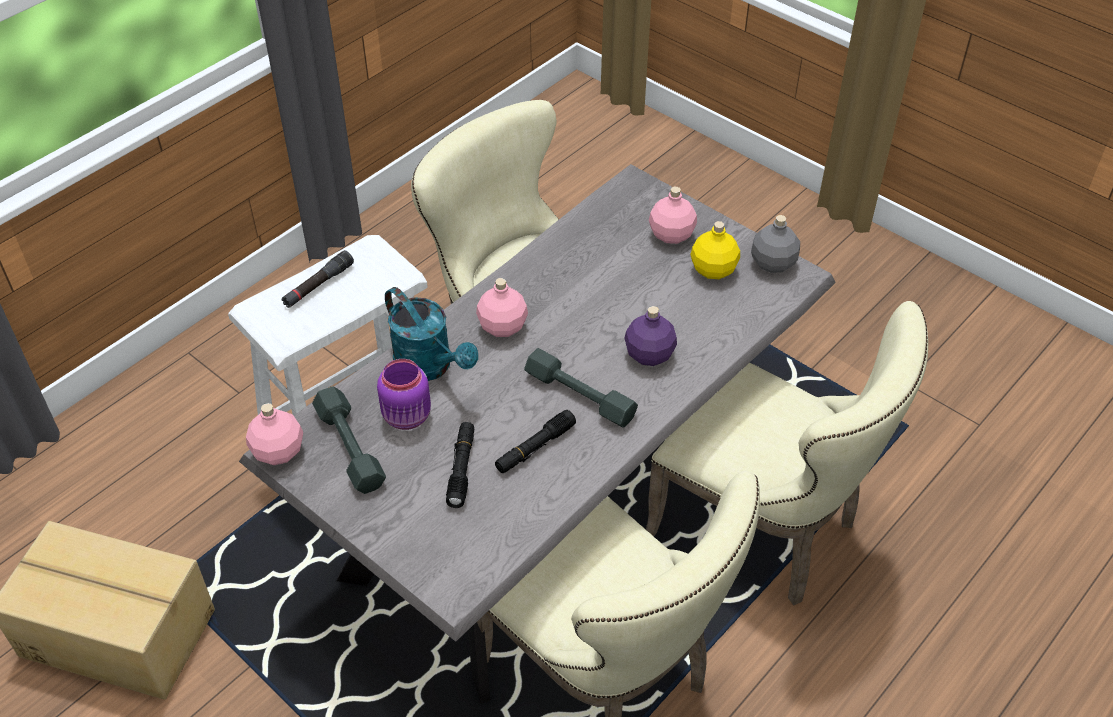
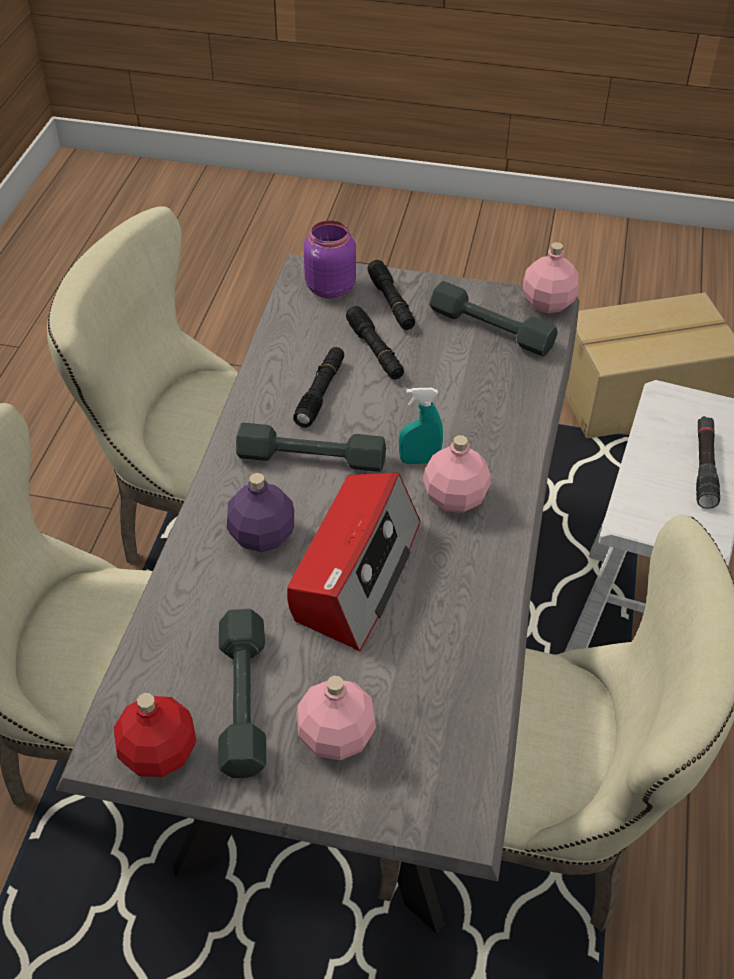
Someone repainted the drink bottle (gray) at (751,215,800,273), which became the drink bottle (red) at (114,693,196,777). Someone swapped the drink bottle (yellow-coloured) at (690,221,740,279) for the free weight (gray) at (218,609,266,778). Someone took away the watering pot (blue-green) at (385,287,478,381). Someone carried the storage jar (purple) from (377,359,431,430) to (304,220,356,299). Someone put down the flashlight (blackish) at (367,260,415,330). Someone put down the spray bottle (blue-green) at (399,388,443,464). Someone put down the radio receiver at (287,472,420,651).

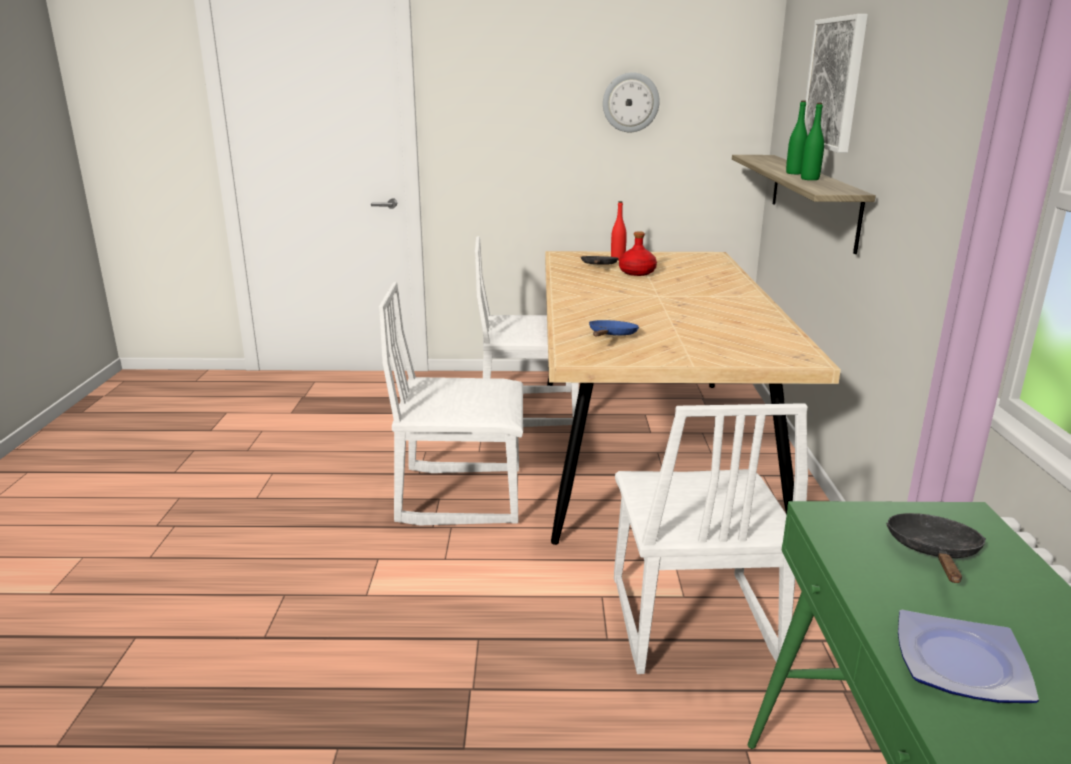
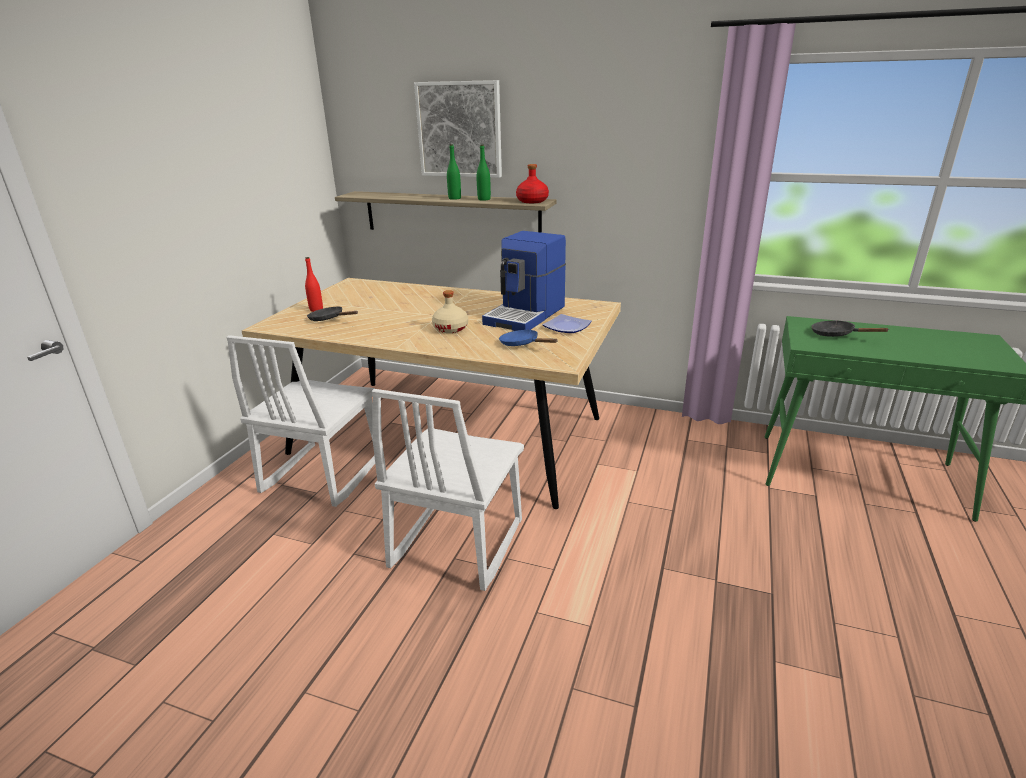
Someone took away the clock on the wall at (603,72,660,132). Someone carried the drink bottle (red) from (619,231,657,276) to (516,164,549,203). Someone took away the chair (white) at (614,403,808,674). Someone carried the flat dish from (898,609,1039,703) to (543,314,592,333). Someone put down the coffee maker at (482,231,566,331). Someone put down the drink bottle (sand-coloured) at (432,290,468,333).

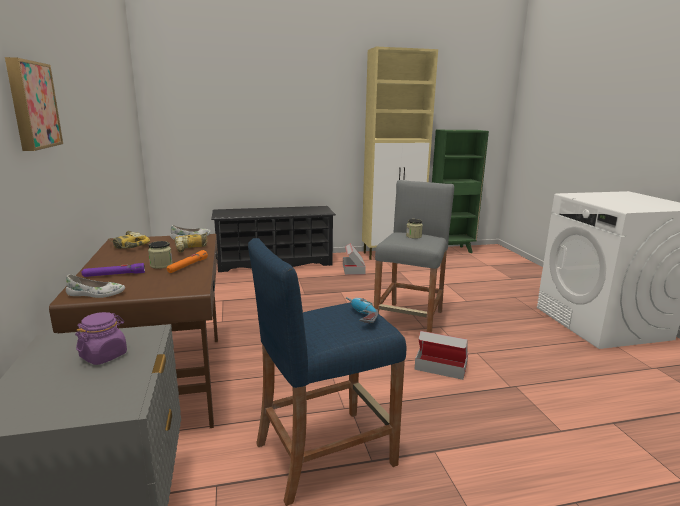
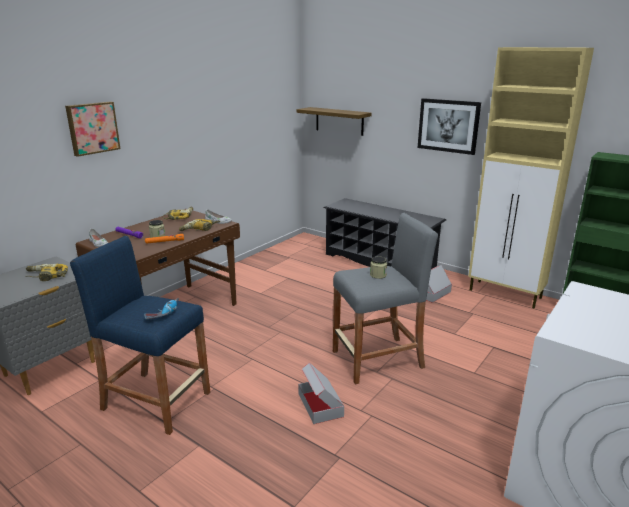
Someone swapped the storage jar (purple) at (75,312,127,365) for the electric drill at (25,263,68,281). Someone put up the wall art at (417,98,481,155). Someone put up the wall shelf at (297,107,372,136).

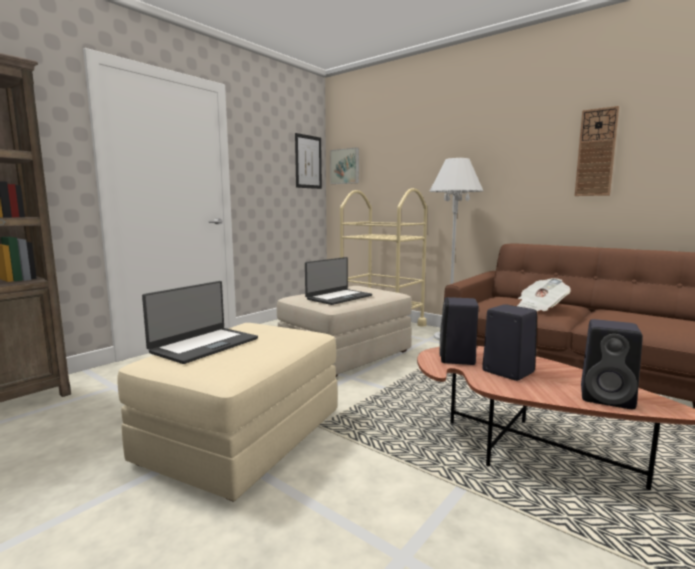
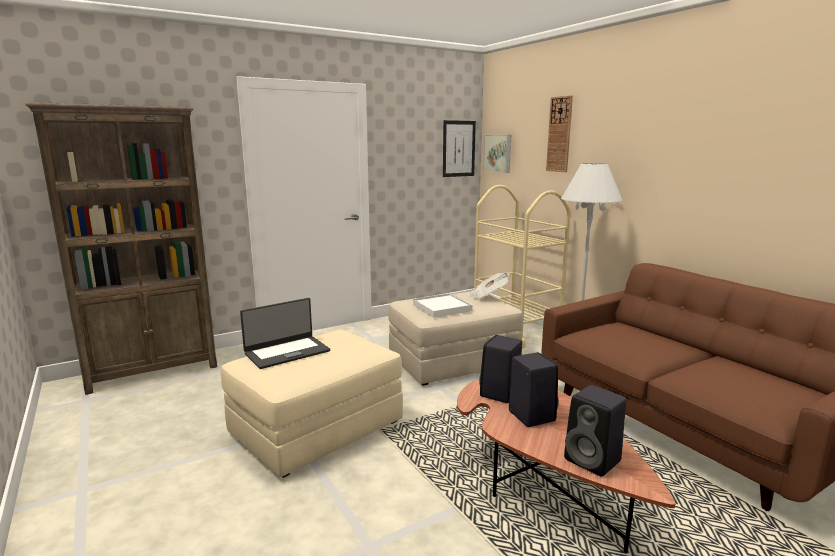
Someone carried the clock on the wall from (575,106,619,196) to (546,95,573,172). Someone swapped the portable computer at (305,257,372,305) for the tray (white) at (413,293,473,318). Someone carried the daily paper from (517,278,571,311) to (467,272,510,299).

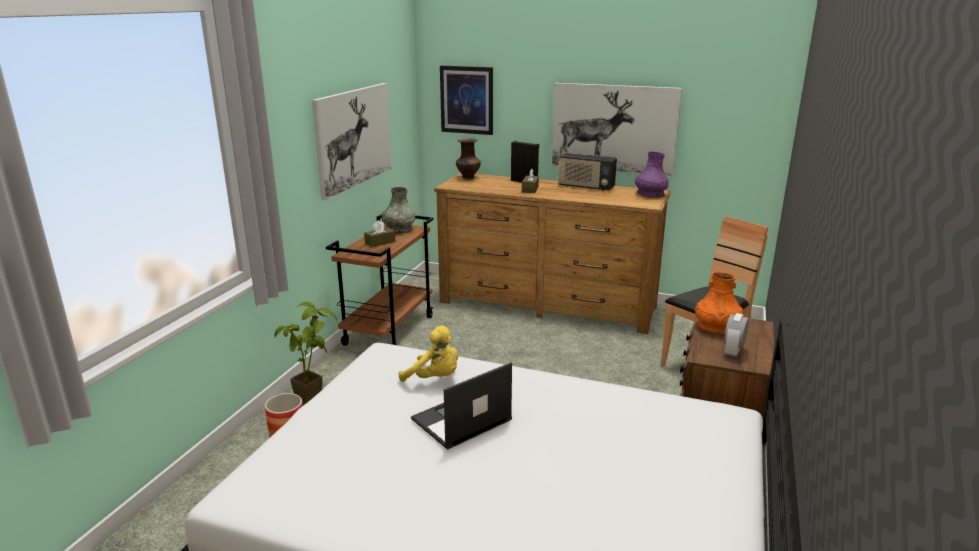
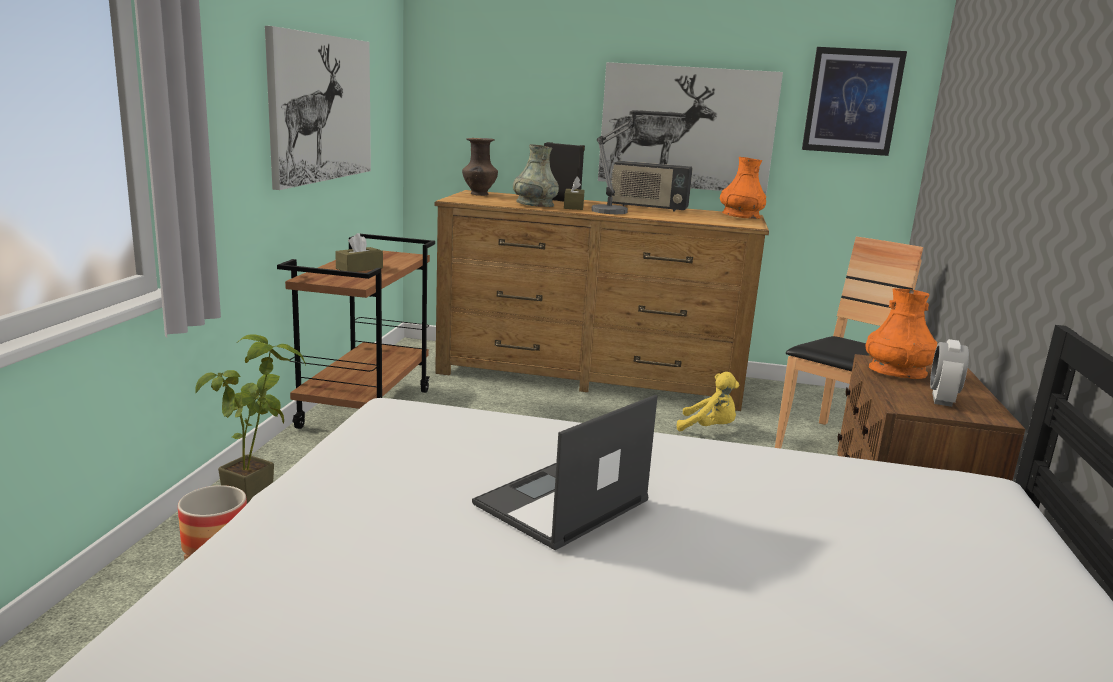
Someone carried the wall art from (440,66,493,135) to (802,47,907,156). Someone repainted the flower vase (purple) at (635,151,669,197), which became the flower vase (orange-coloured) at (720,157,766,219). Someone carried the flower vase (gray) from (381,187,415,233) to (513,144,559,207). Someone carried the plush toy (yellow-coloured) from (399,326,458,382) to (677,372,739,431). Someone put down the table lamp at (591,110,686,214).

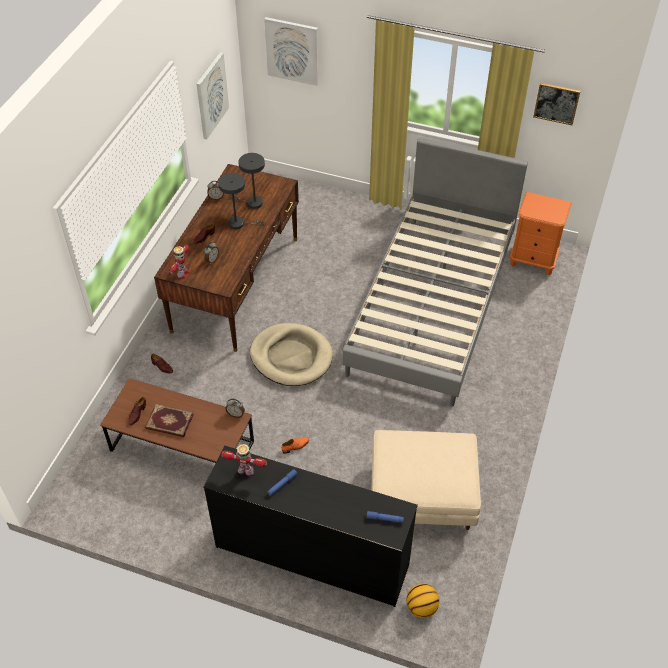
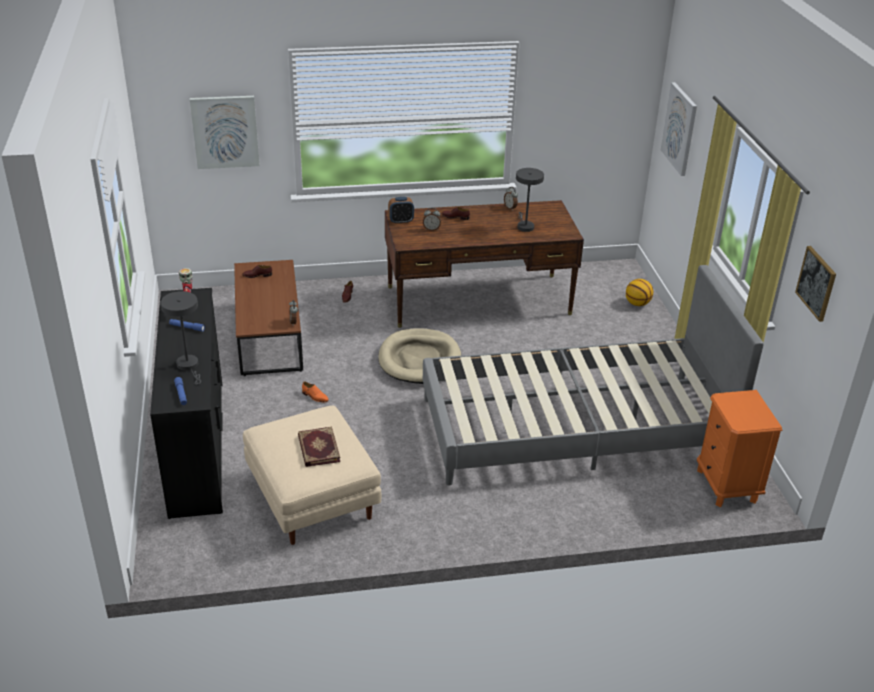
Someone carried the wall art from (196,52,229,139) to (190,96,260,169). Someone carried the table lamp (gray) from (218,173,264,229) to (160,291,201,385). Someone swapped the toy robot at (169,245,190,279) for the table clock at (388,197,414,224). Someone carried the bound book from (145,404,194,437) to (298,426,340,467). Someone carried the basketball from (406,583,439,618) to (626,279,653,306).

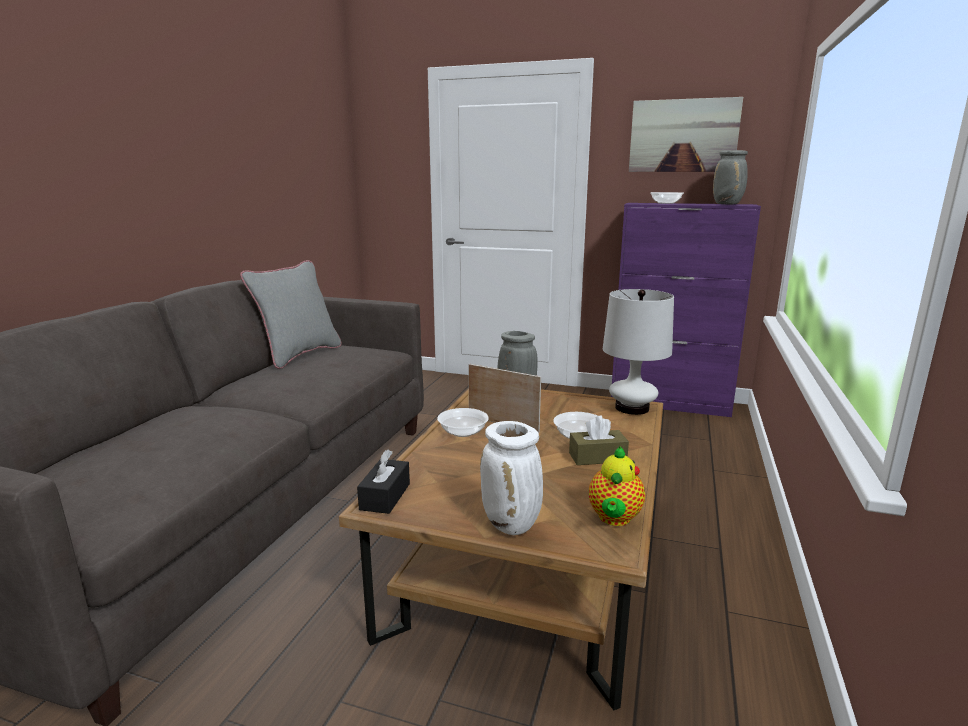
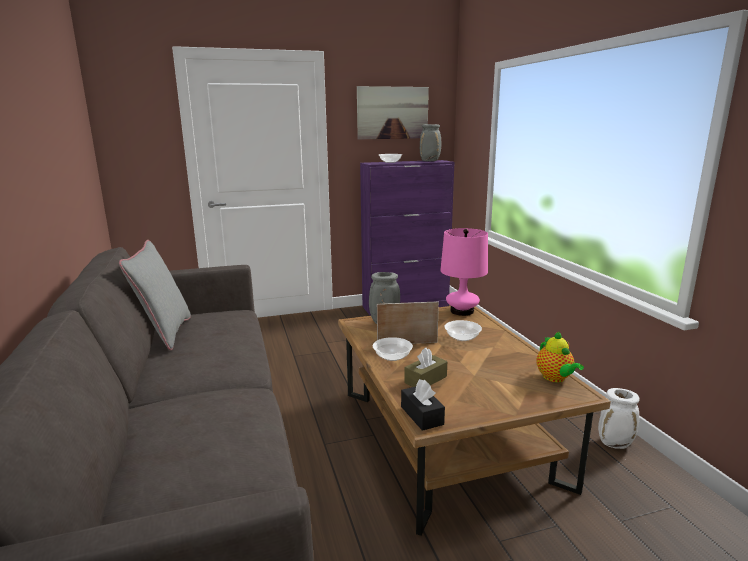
Someone repainted the table lamp (white) at (603,289,674,415), which became the table lamp (pinkish) at (440,228,488,316). Someone carried the tissue box (brownish) from (569,416,629,465) to (404,348,447,387). Someone carried the flower vase (white) from (480,421,543,535) to (598,388,640,449).

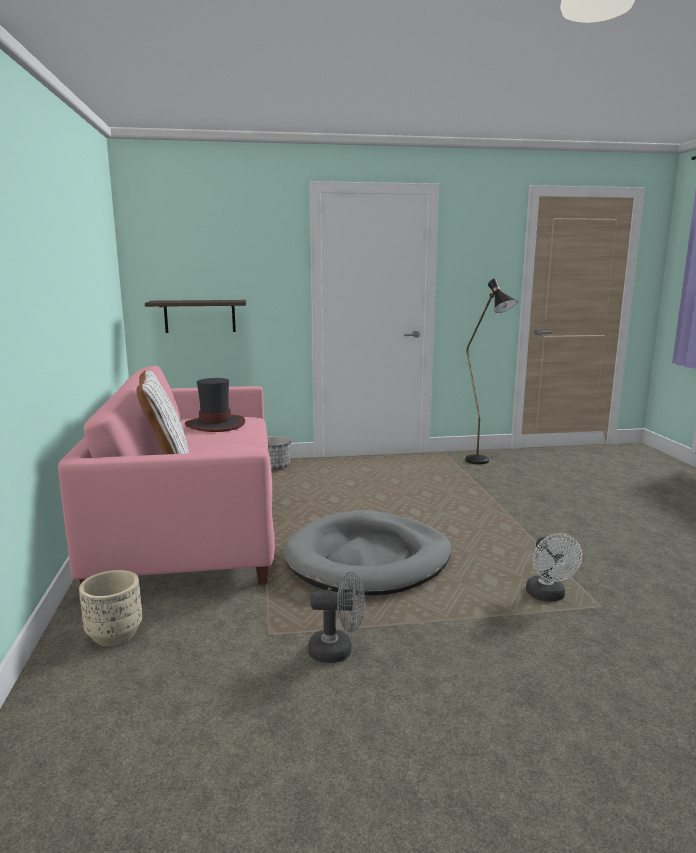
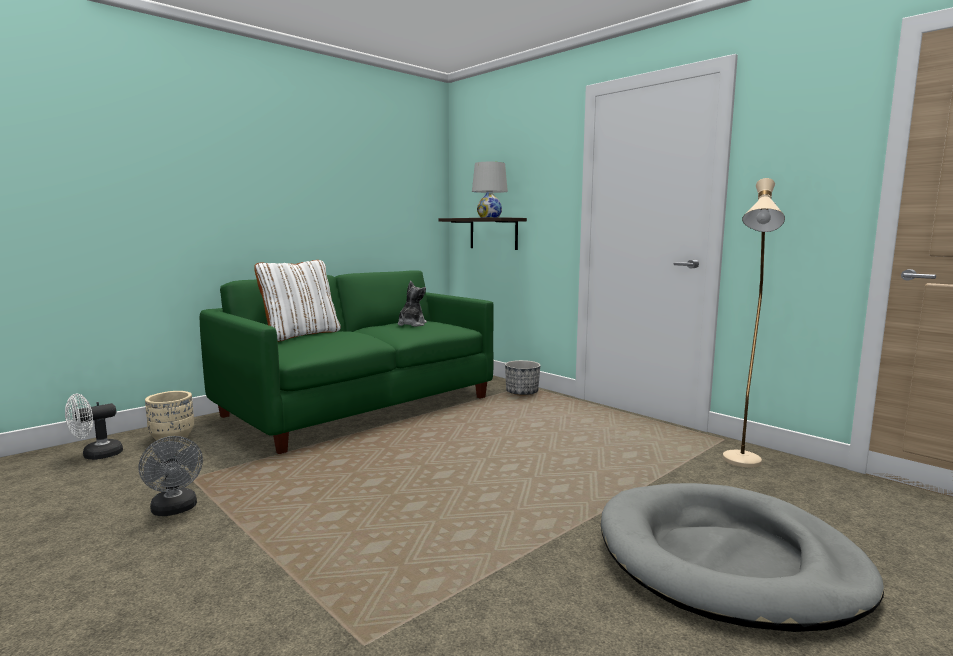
Someone repainted the floor lamp (blackish) at (465,278,518,464), which became the floor lamp (sand-coloured) at (723,178,785,468). Someone repainted the settee (pinkish) at (58,366,275,585), which became the settee (green) at (200,270,494,454). Someone swapped the wearable hat at (185,378,245,432) for the plush toy at (398,281,427,327). Someone carried the dog bed (gray) from (283,510,451,595) to (601,483,884,632). Someone carried the cooling fan (white) from (526,534,582,602) to (65,394,123,460). Someone put down the table lamp (white) at (472,162,508,218).

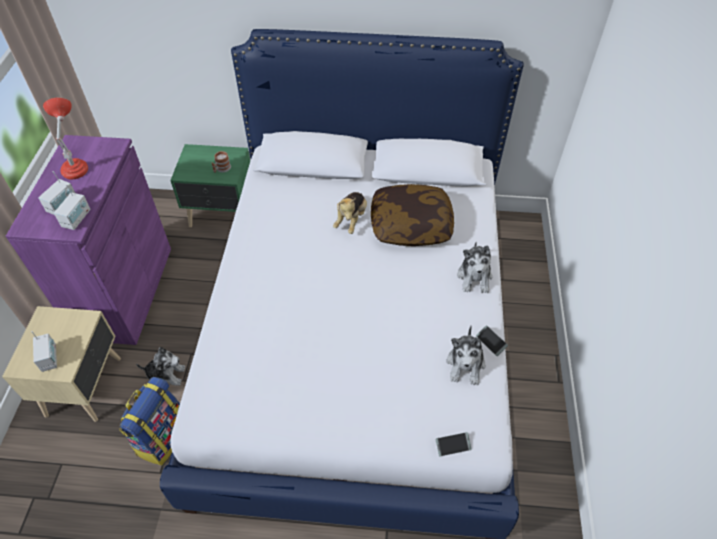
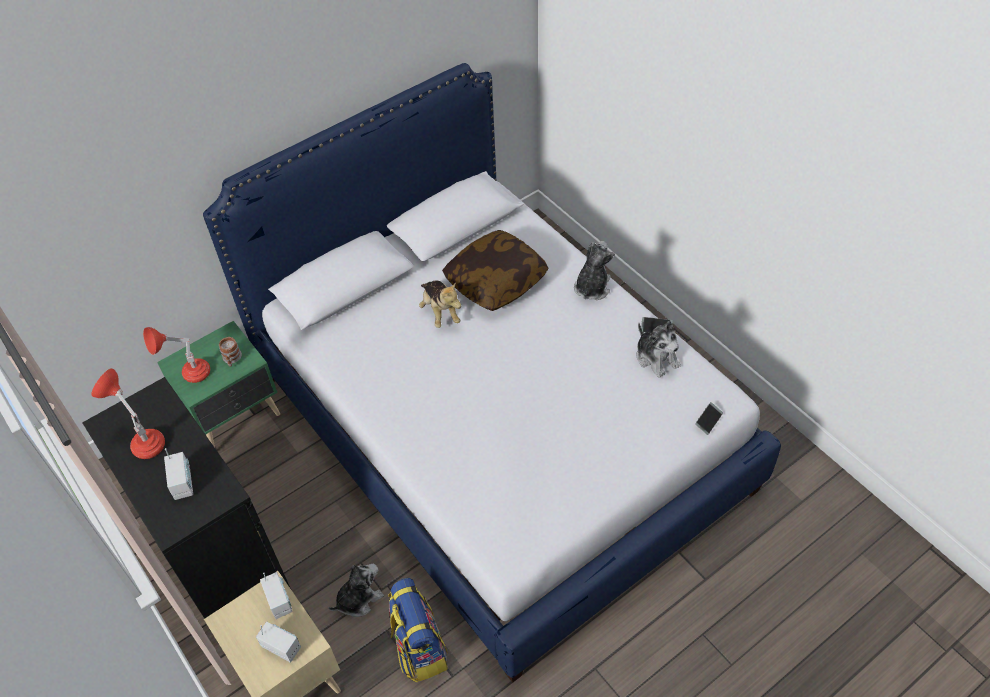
Someone repainted the storage cabinet (purple) at (6,135,171,345), which became the storage cabinet (blackish) at (82,377,291,619). Someone carried the radio receiver from (54,184,91,230) to (260,572,293,619). Someone rotated the plush toy at (457,242,492,293) by 120 degrees counterclockwise. Someone put down the table lamp (red) at (143,327,210,383).

